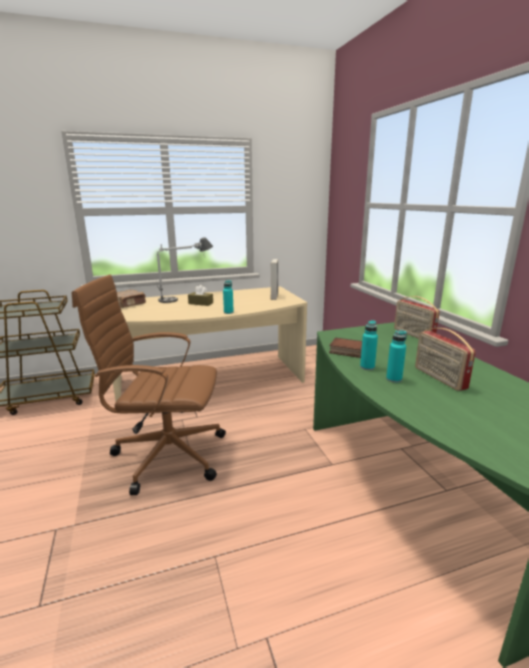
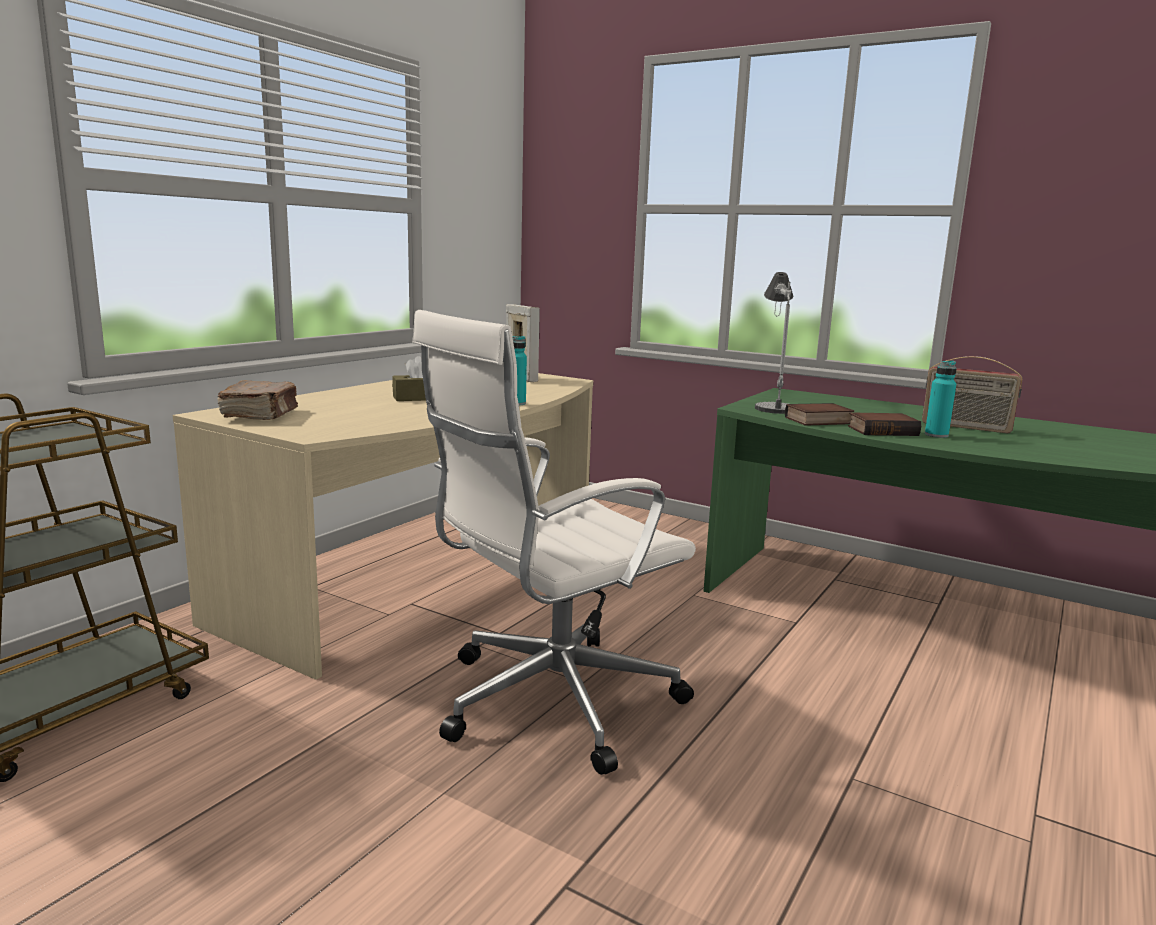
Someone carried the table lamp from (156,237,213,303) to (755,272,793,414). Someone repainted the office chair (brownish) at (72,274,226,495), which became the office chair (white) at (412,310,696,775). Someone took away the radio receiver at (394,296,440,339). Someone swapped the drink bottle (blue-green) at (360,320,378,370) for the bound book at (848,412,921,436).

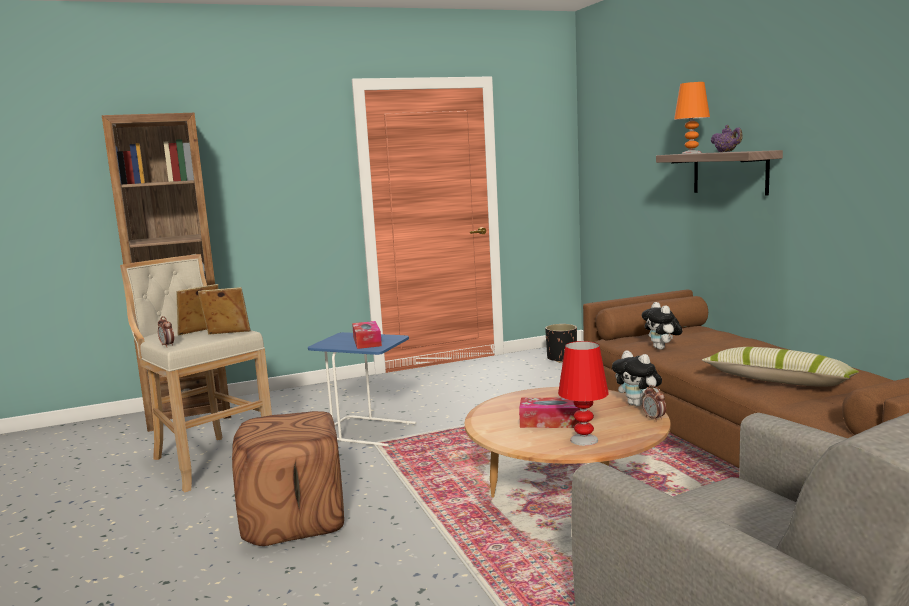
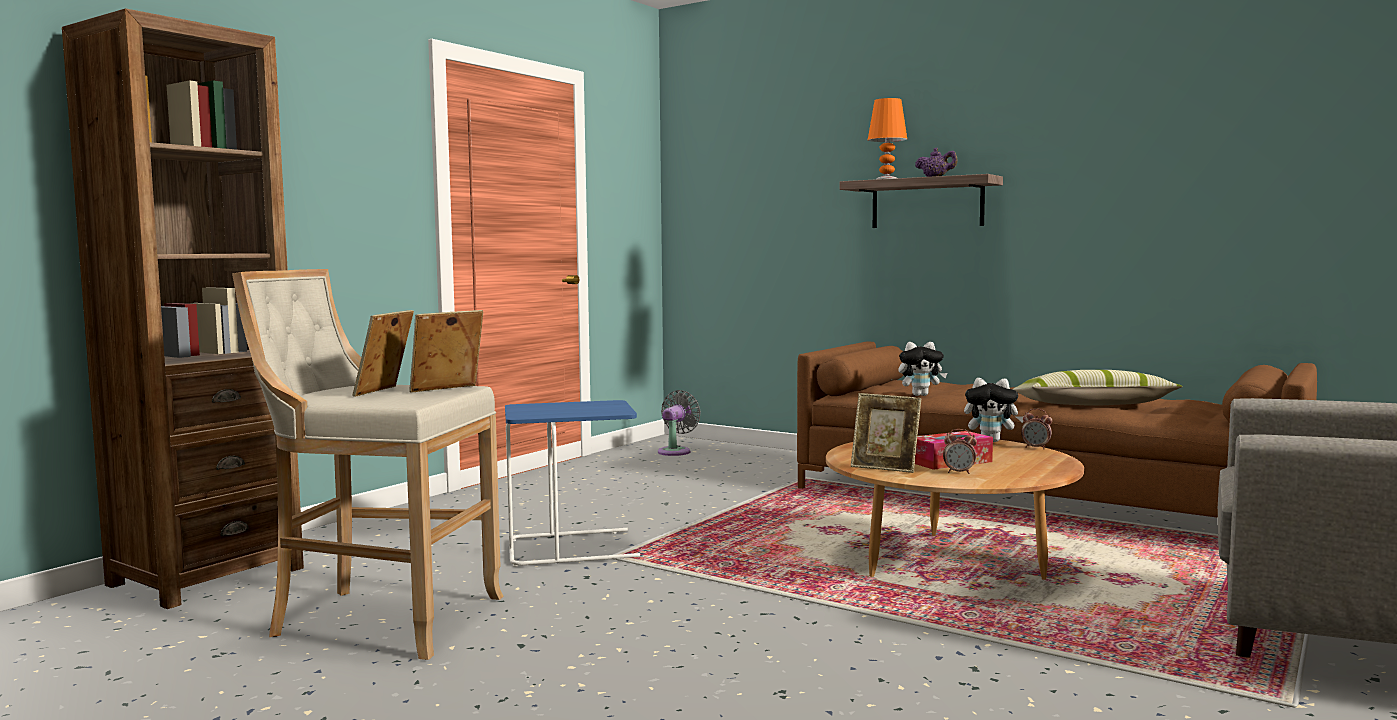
Someone rotated the plush toy at (642,302,682,350) by 45 degrees counterclockwise. Someone carried the table clock from (158,316,174,347) to (943,429,977,474). Someone took away the tissue box at (352,321,382,349). Someone swapped the plant pot (blackish) at (545,324,577,363) for the cooling fan (gray) at (658,390,701,456). Someone took away the table lamp (red) at (558,341,609,446). Someone took away the ottoman (brownish) at (232,411,344,546). Someone put down the picture frame at (851,393,921,473).

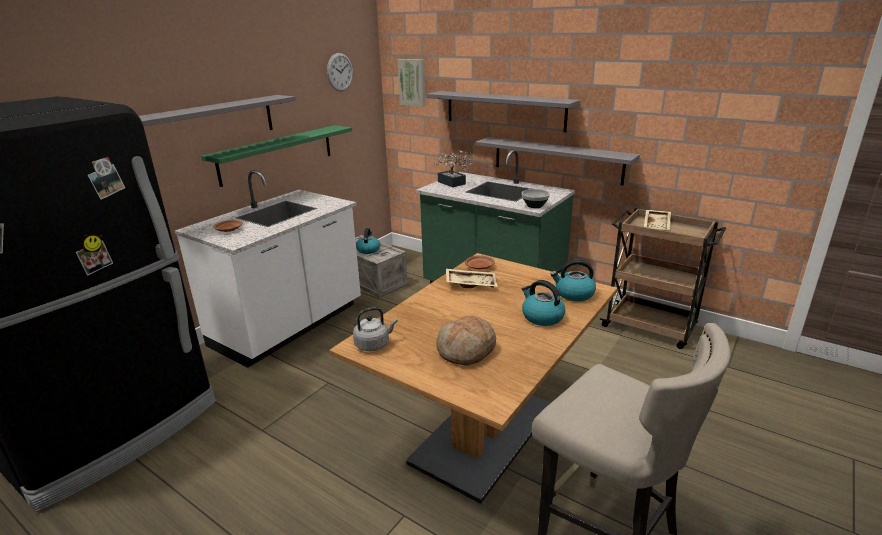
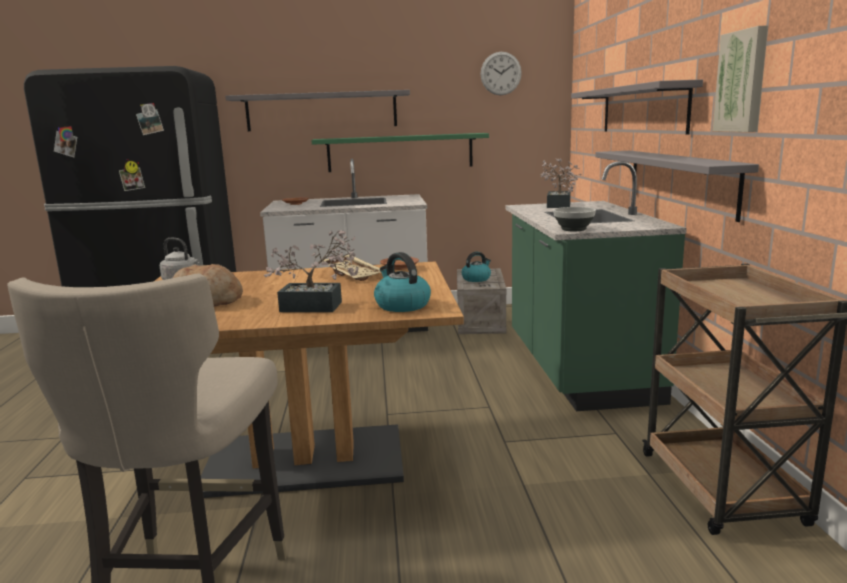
Someone carried the wall art from (397,59,426,107) to (713,25,768,132). Someone took away the tray (sand-coloured) at (644,210,671,230). Someone swapped the kettle at (522,280,565,326) for the potted plant at (264,230,359,312).

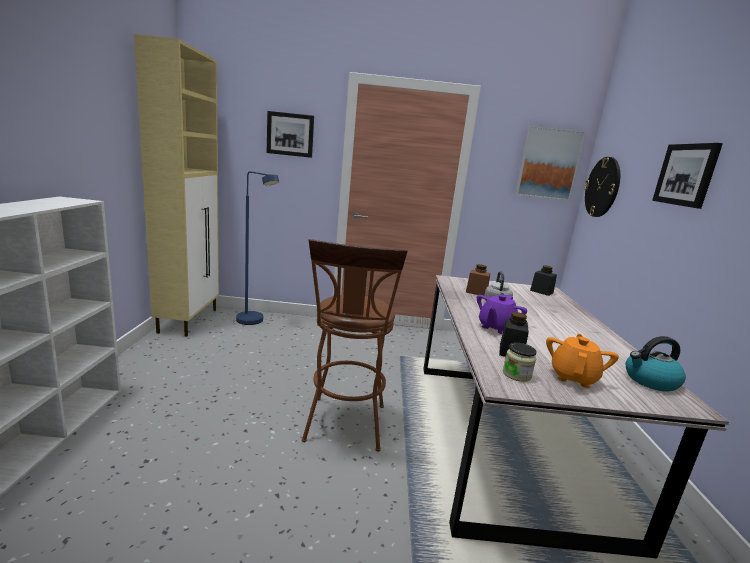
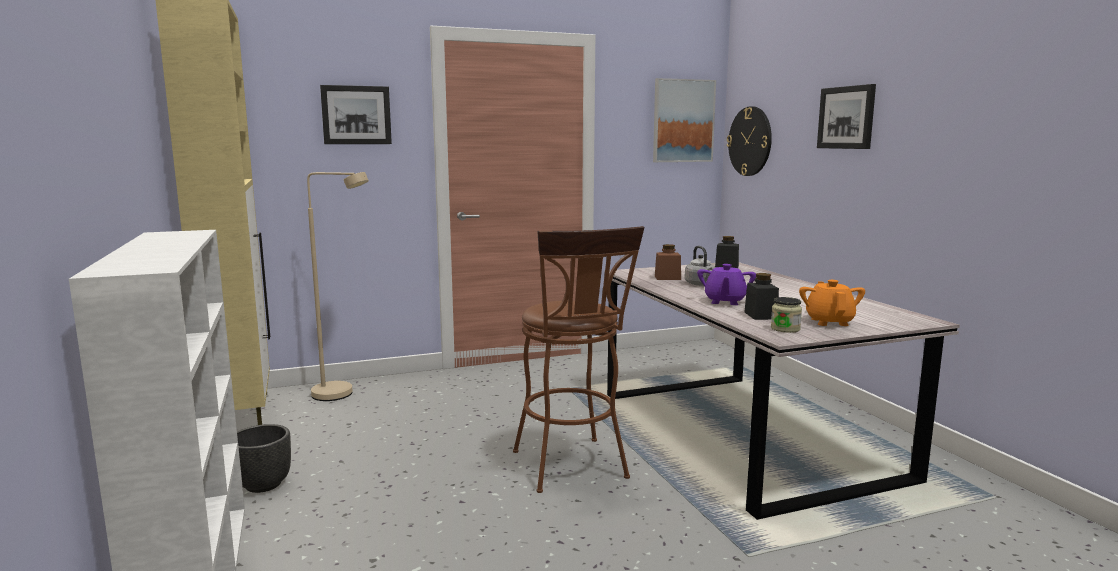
Someone repainted the floor lamp (blue) at (236,171,279,325), which became the floor lamp (sand-coloured) at (307,172,369,401). Someone took away the kettle at (626,336,686,392). Someone put down the plant pot (blackish) at (237,424,291,493).

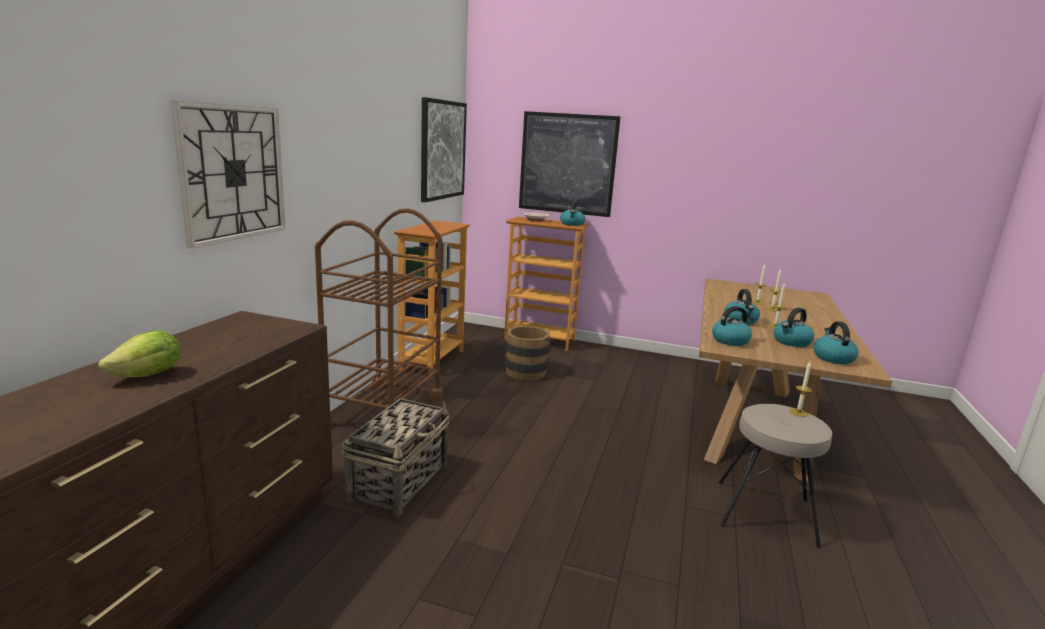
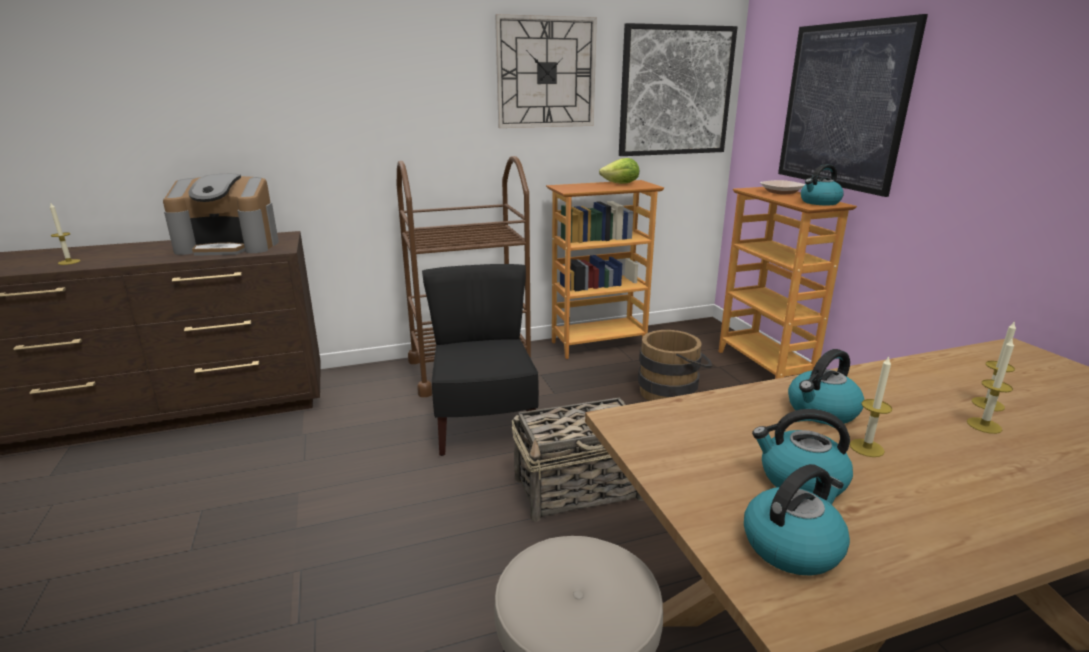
Someone carried the clock on the wall from (171,100,286,249) to (495,14,597,128). Someone took away the kettle at (712,306,754,346). Someone carried the lettuce from (98,330,181,377) to (599,158,639,184). Someone carried the candle from (789,362,812,417) to (50,203,80,265). Someone carried the storage basket from (342,398,450,516) to (512,397,643,521). Someone put down the coffee maker at (163,174,279,256). Someone put down the chair (blackish) at (422,264,539,456).

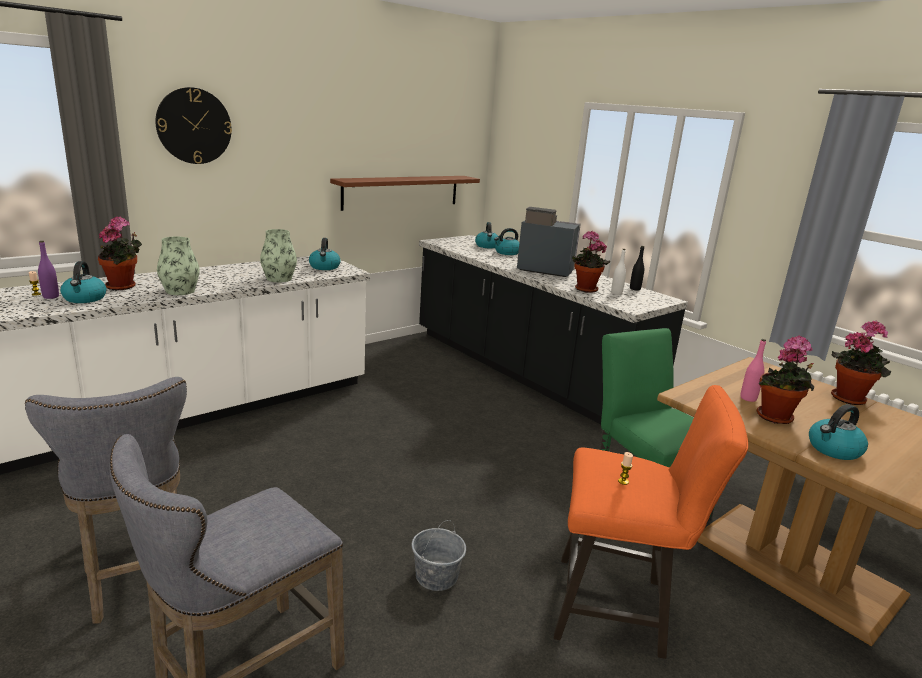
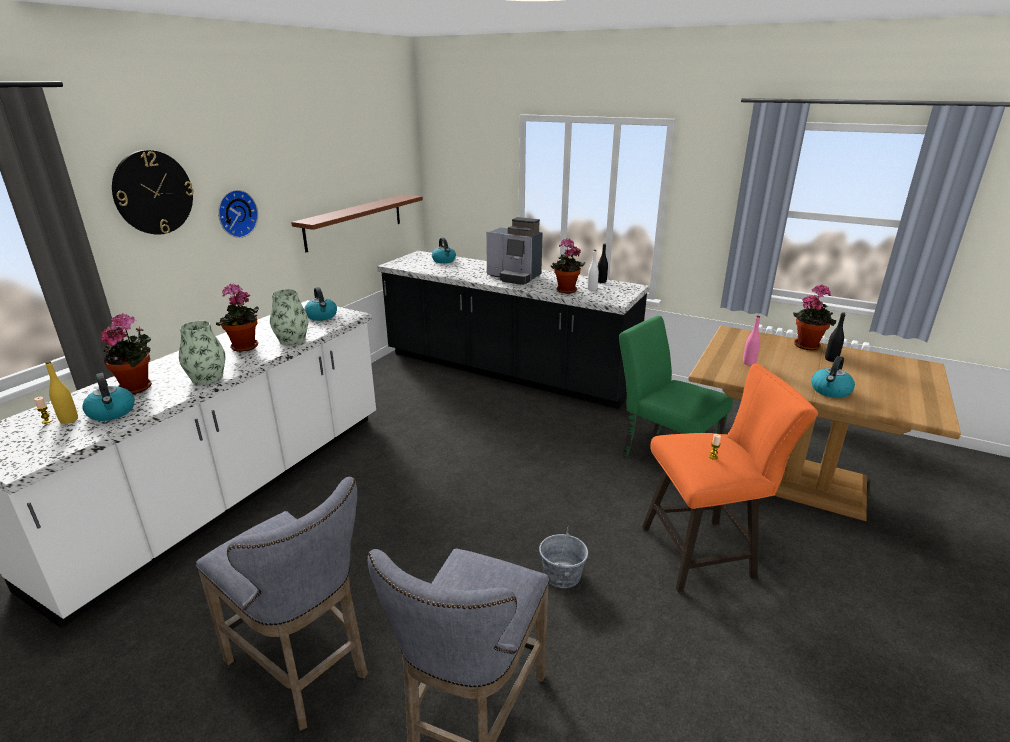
Someone rotated the coffee maker at (517,207,581,277) by 150 degrees counterclockwise. Someone took away the kettle at (494,228,519,255). Someone repainted the drink bottle (purple) at (38,241,59,299), which became the drink bottle (yellow-coloured) at (45,361,78,424). Someone carried the potted plant from (757,335,814,424) to (216,283,259,352). Someone put up the clock on the wall at (218,190,258,238). Someone put down the drink bottle (blackish) at (825,312,845,362).

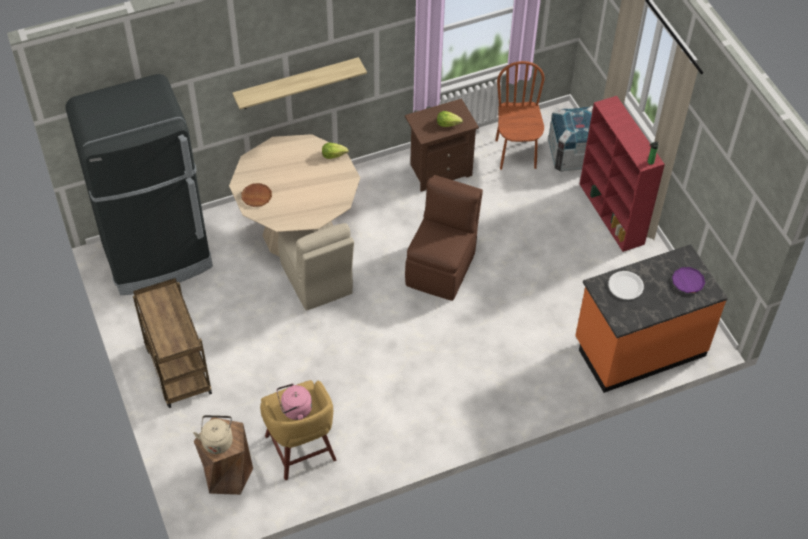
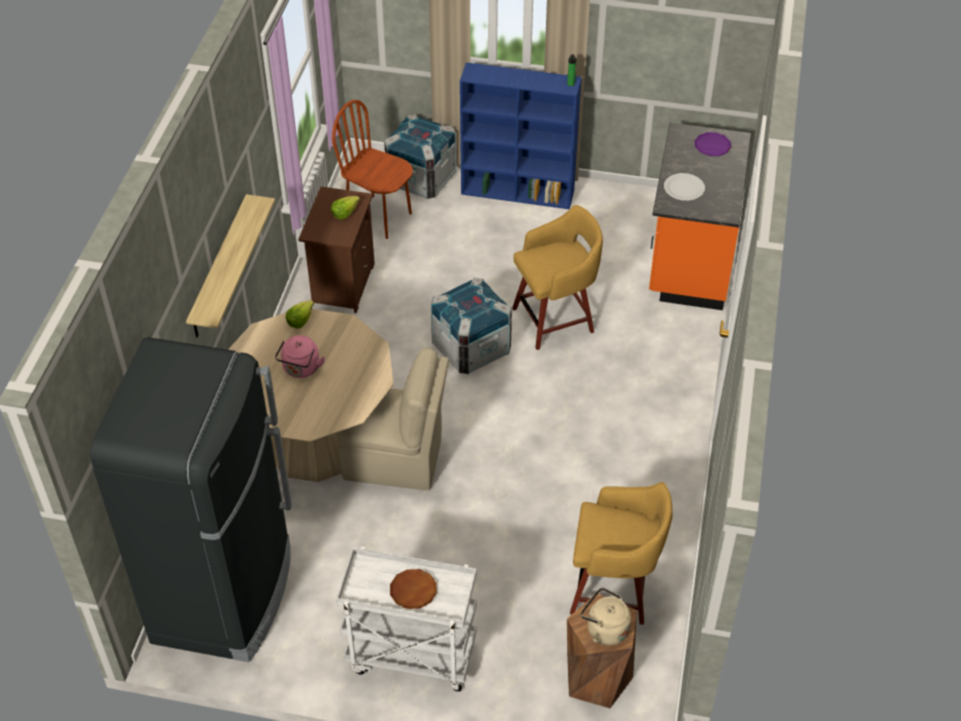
Someone repainted the bookshelf (red) at (580,96,665,252), which became the bookshelf (blue) at (460,62,582,209). Someone swapped the chair (brownish) at (405,175,483,301) for the shipping crate at (431,277,512,374). Someone carried the flat dish (brownish) from (241,183,272,207) to (390,569,437,609). Someone repainted the cart (brownish) at (133,278,212,408), which became the cart (white) at (336,546,477,692). Someone carried the kettle (pinkish) from (277,383,312,420) to (275,335,325,378). Someone put down the stool (yellow-coloured) at (512,205,603,350).

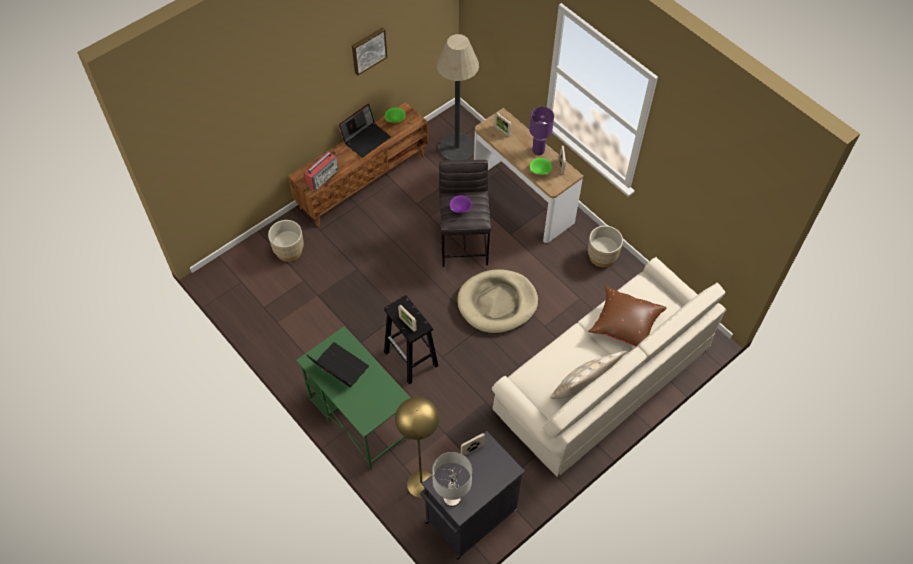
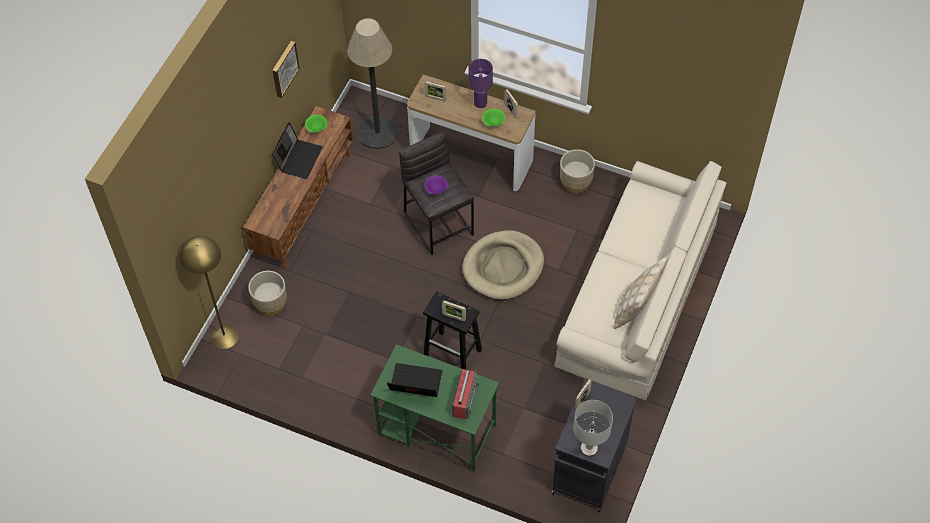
Someone carried the radio receiver from (304,151,338,190) to (452,369,479,419). Someone took away the pillow (brownish) at (588,286,667,347). Someone carried the floor lamp (yellow-coloured) from (395,397,440,498) to (180,236,239,349).

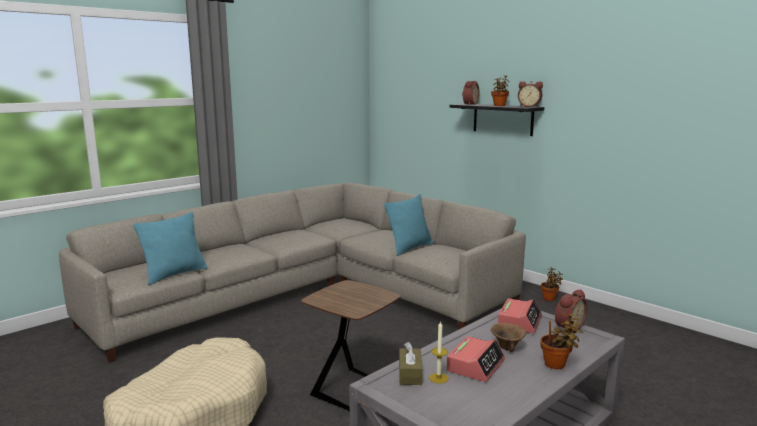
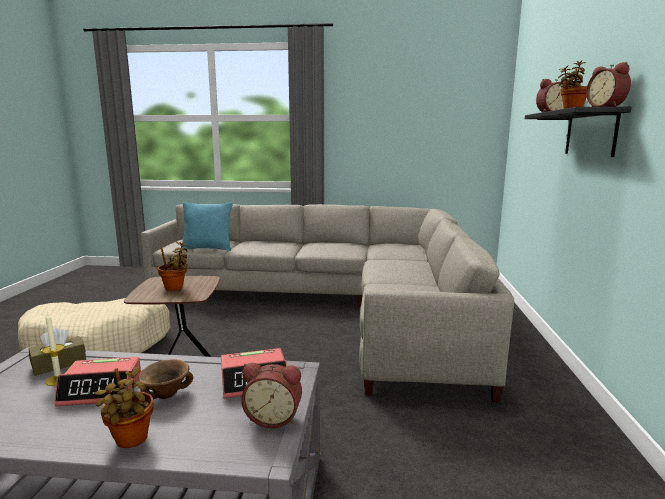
Someone took away the pillow (blue-green) at (384,194,433,256). Someone carried the potted plant from (541,268,564,301) to (158,242,188,291).

